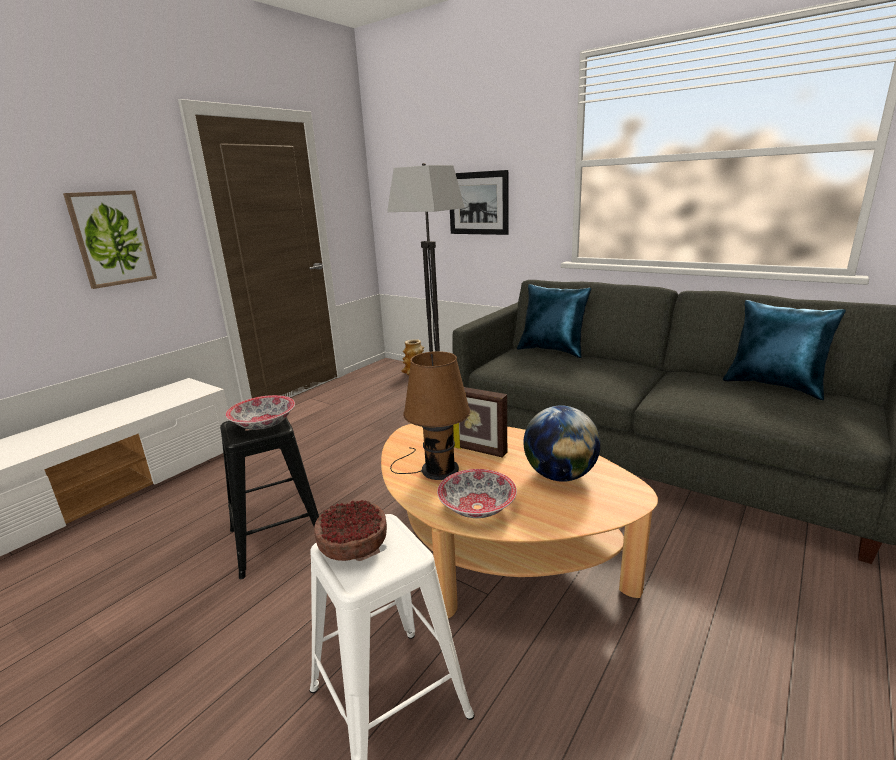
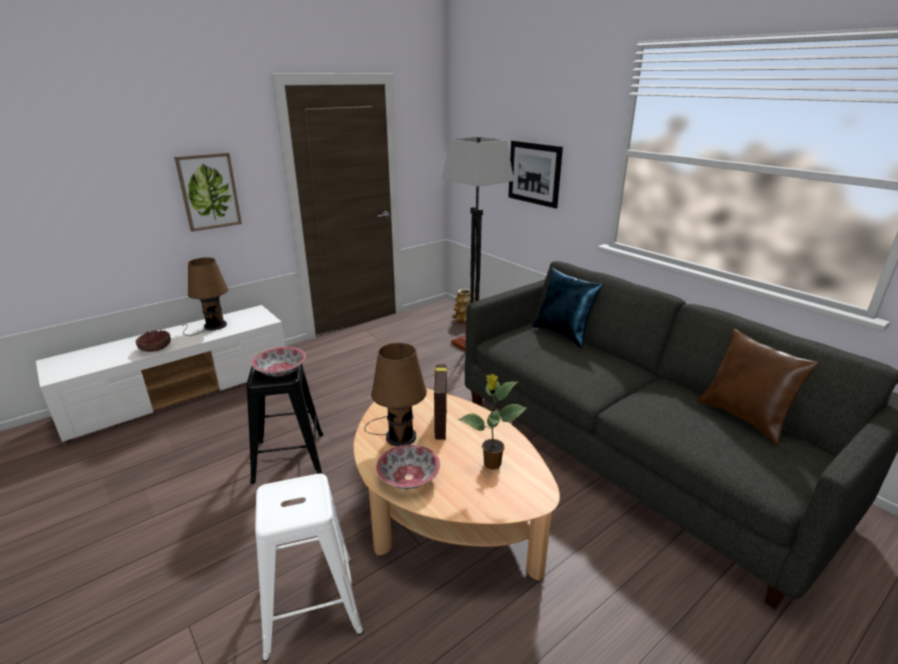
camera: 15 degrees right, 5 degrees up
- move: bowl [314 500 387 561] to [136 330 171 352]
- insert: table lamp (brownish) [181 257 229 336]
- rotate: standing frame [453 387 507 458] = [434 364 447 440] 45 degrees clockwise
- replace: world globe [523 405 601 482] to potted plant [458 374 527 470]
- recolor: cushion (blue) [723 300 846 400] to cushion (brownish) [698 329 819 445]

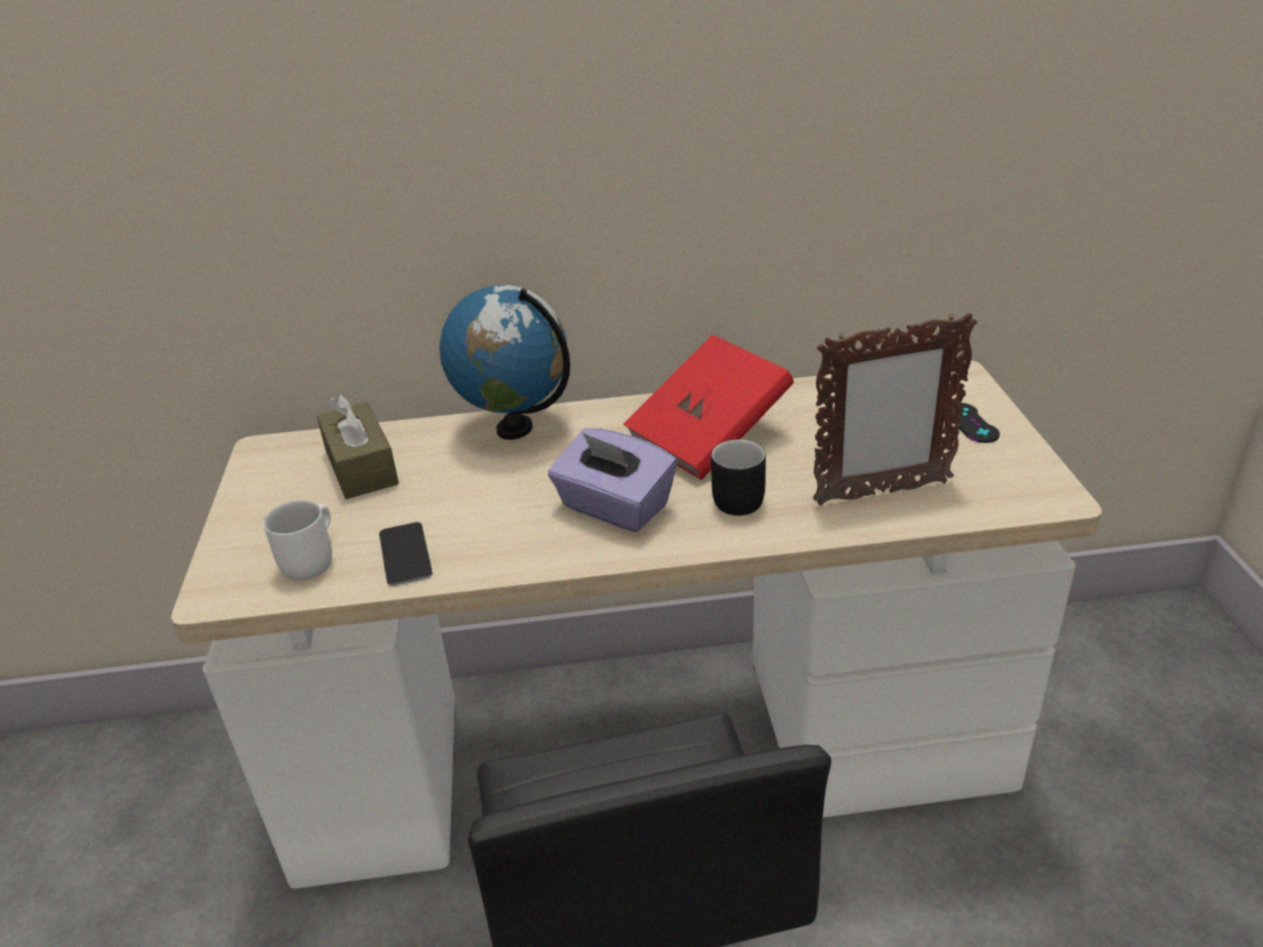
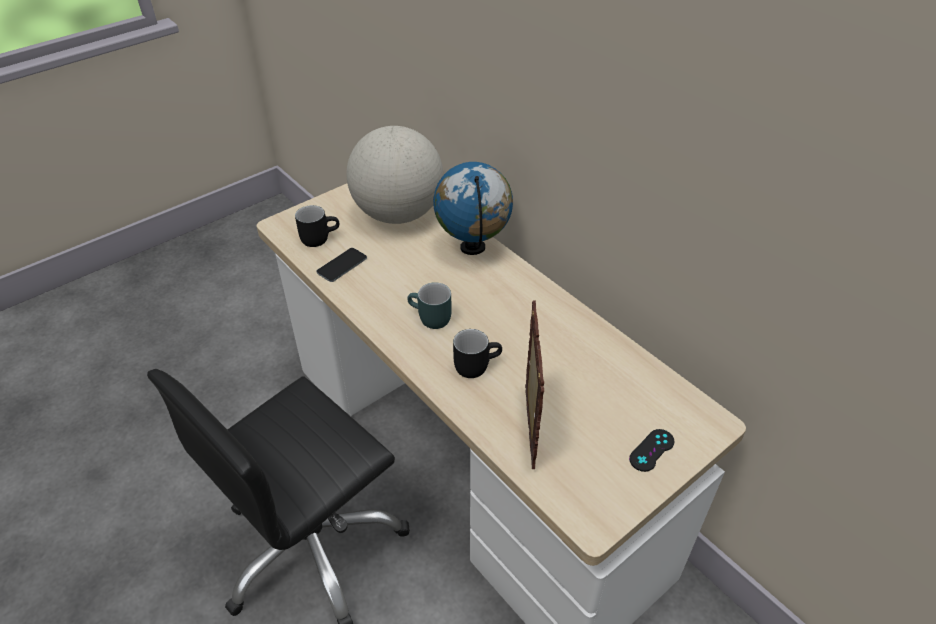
camera: 55 degrees right, 10 degrees up
- recolor: coffee mug (white-coloured) [263 500 332 580] to coffee mug (black) [295 205 339 247]
- replace: tissue holder (brownish) [317 394 399 499] to world globe [346 126 443 224]
- replace: tissue holder (purple-coloured) [548 428 677 532] to coffee mug (blue-green) [407 282 452 329]
- rotate: standing frame [813 313 977 505] = [525 301 544 469] 135 degrees counterclockwise
- delete: volume (reddish) [623 334 794 480]

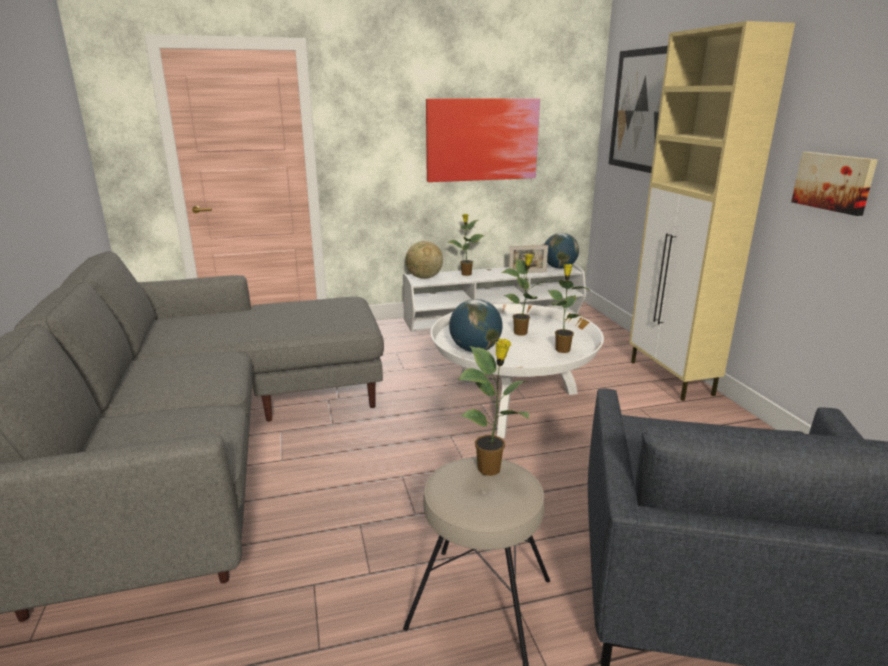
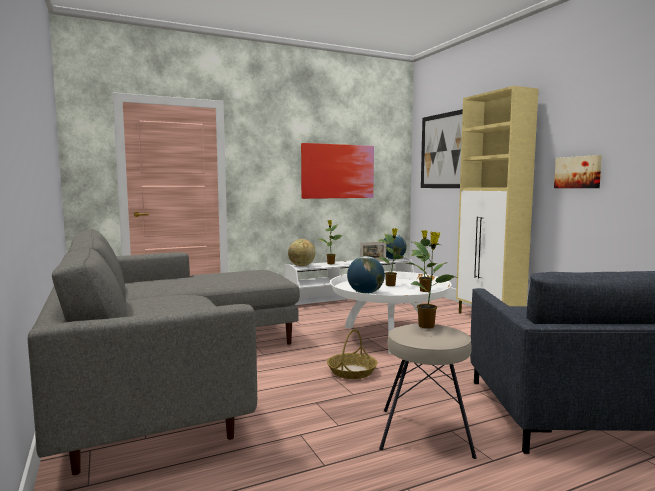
camera: 10 degrees left, 15 degrees down
- insert: household basket [327 329 378 379]

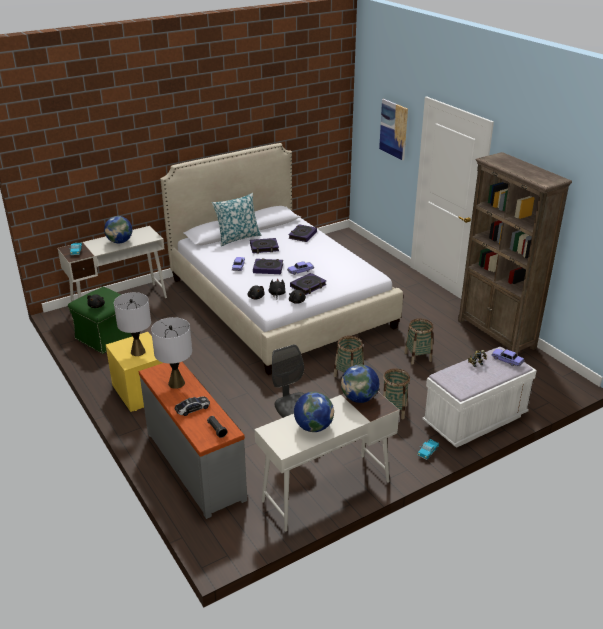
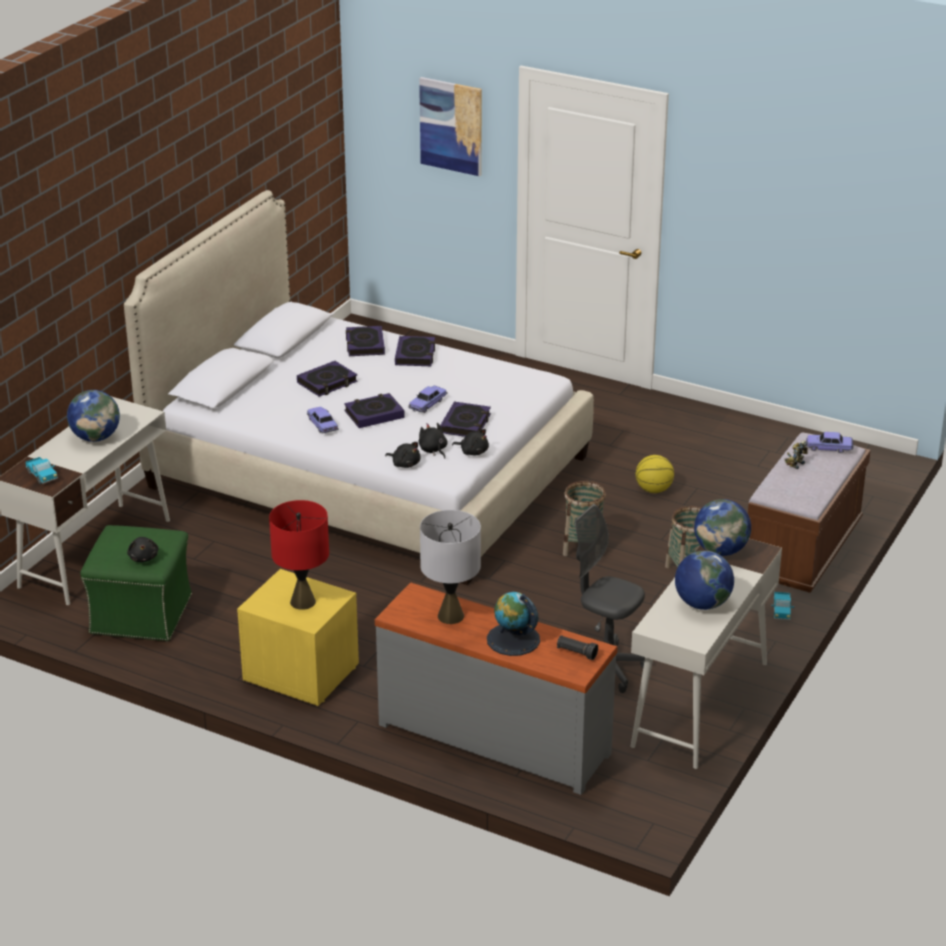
camera: 30 degrees left, 0 degrees up
- recolor: table lamp (grey) [114 292 151 356] to table lamp (reddish) [269 500 329 610]
- insert: volume [395 336 435 366]
- replace: model car [175 396 210 416] to world globe [487 592 540 656]
- replace: household basket [404 318 433 365] to ball for basketball [636 455 674 493]
- recolor: long seat (white-coloured) [423 347 537 448] to long seat (brownish) [748 433 871 593]
- delete: cushion [212 193 261 246]
- delete: shelving unit (brownish) [458 152 572 355]

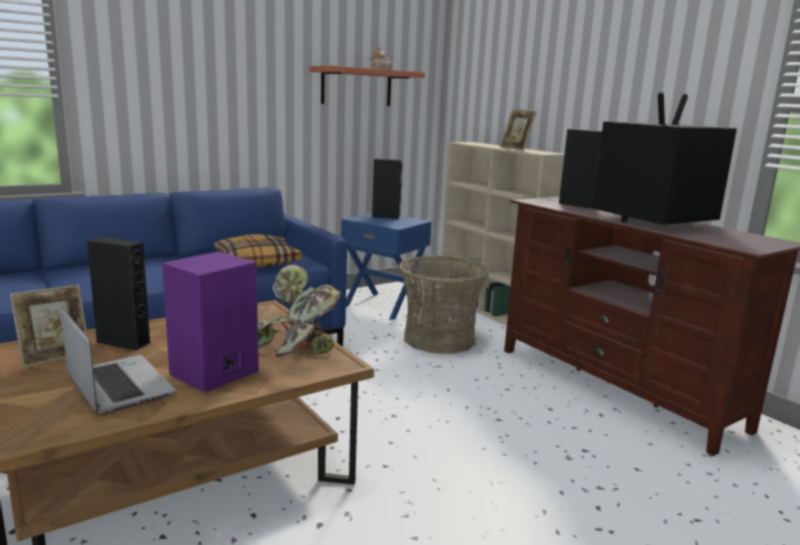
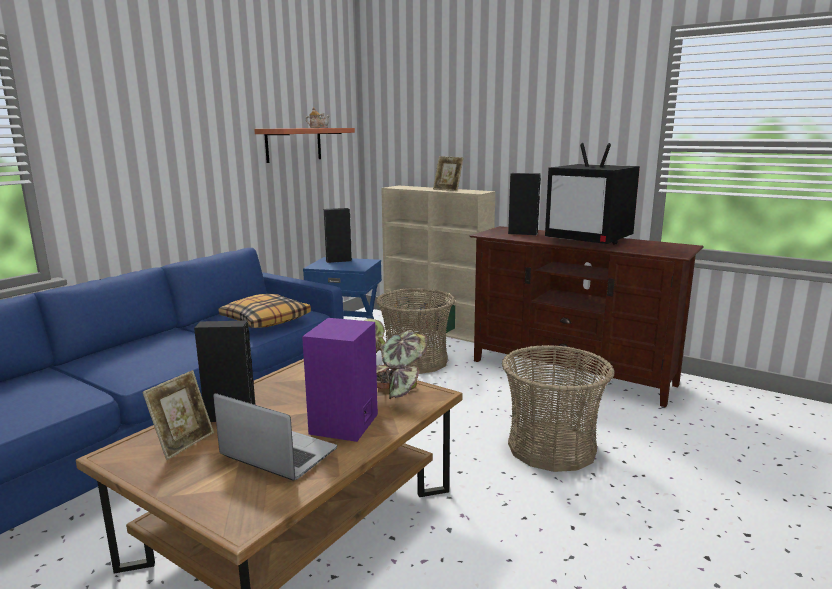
camera: 20 degrees left, 0 degrees up
- insert: household basket [502 345 615 472]
- rotate: TV set [592 92 737 225] = [545 143 640 245] 90 degrees counterclockwise

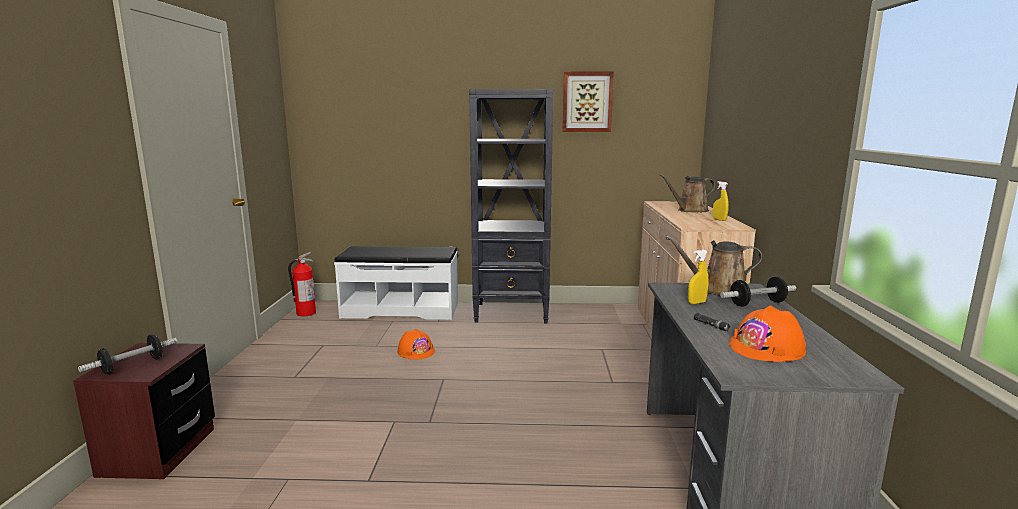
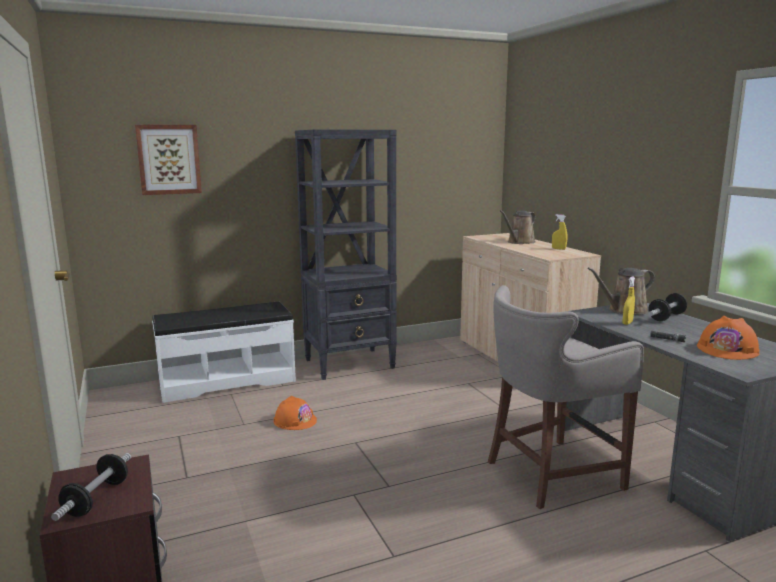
camera: 25 degrees left, 0 degrees up
- move: wall art [562 71 614 132] to [135 124 202 195]
- insert: stool seat (grey) [488 285 644 509]
- delete: fire extinguisher [288 252 316 316]

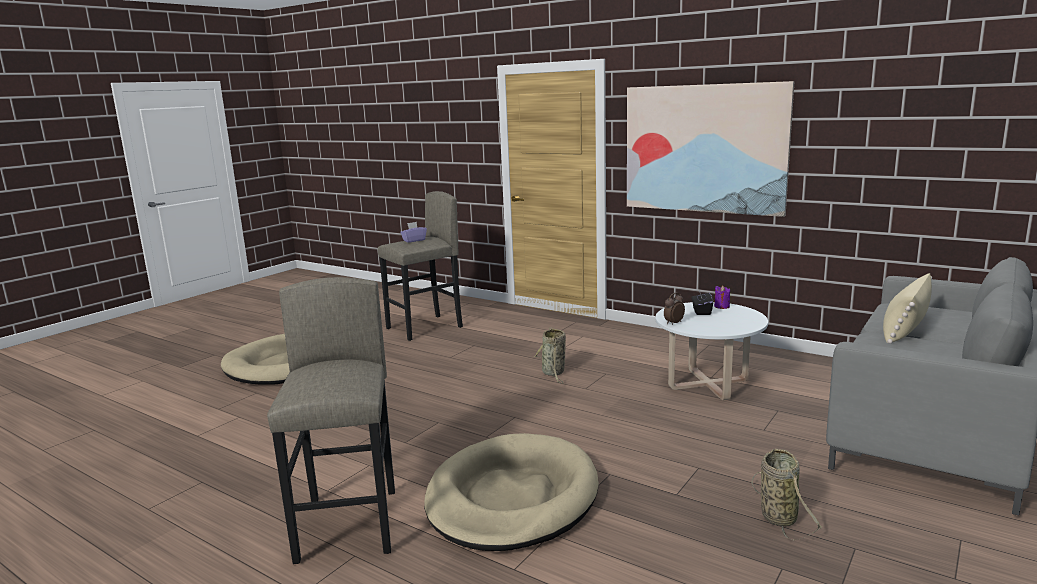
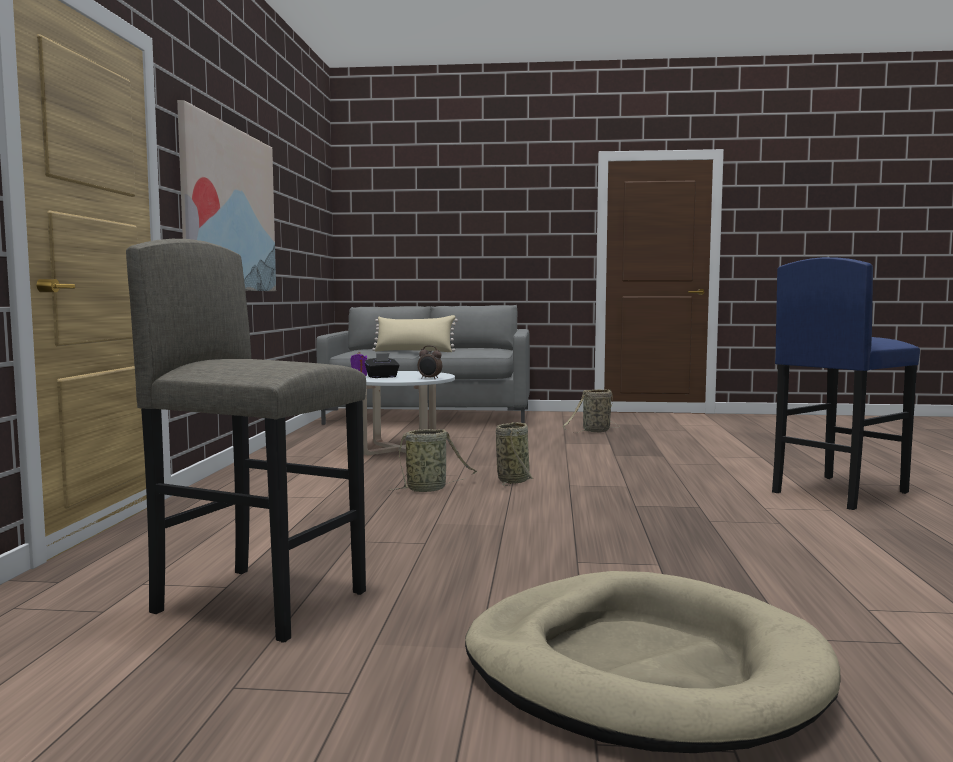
camera: 120 degrees left, 10 degrees down
- insert: household basket [496 422 533 486]
- recolor: stool seat (grey) [267 277 395 564] to stool seat (blue) [772 257 920 510]
- delete: tissue holder (purple-coloured) [400 222 427 243]
- delete: dog bed (beige-coloured) [424 433 599 551]

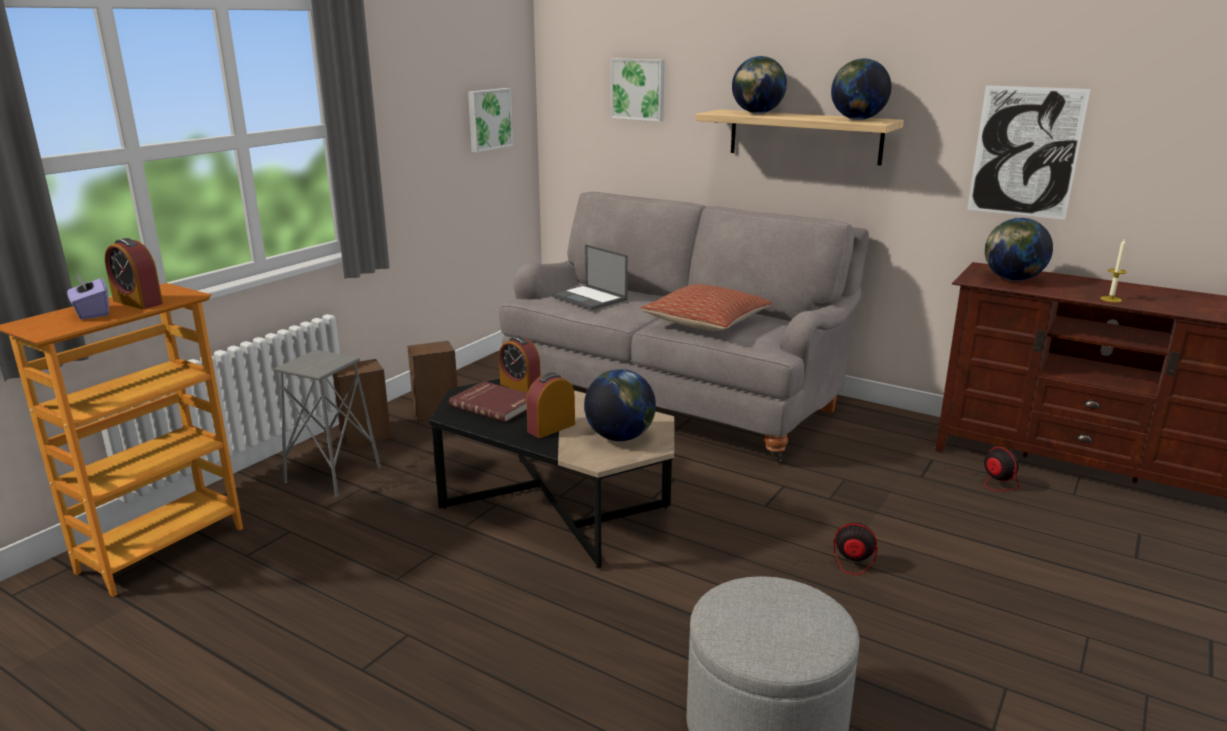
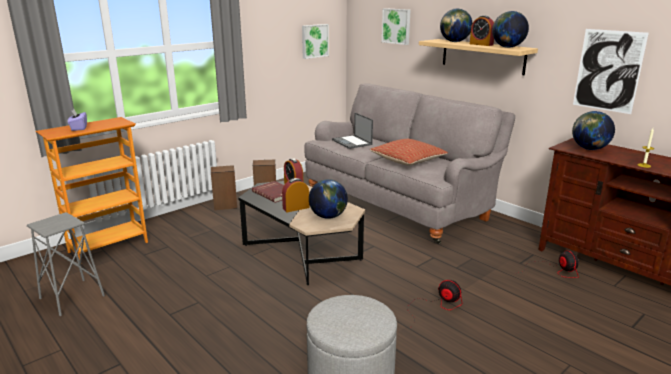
camera: 15 degrees right, 0 degrees up
- move: stool seat (grey) [275 350 381 498] to [27 212 105 316]
- move: alarm clock [105 238 163 309] to [470 16 494 46]

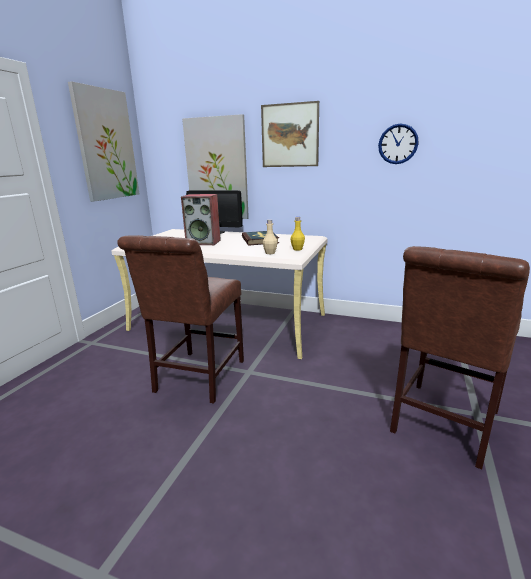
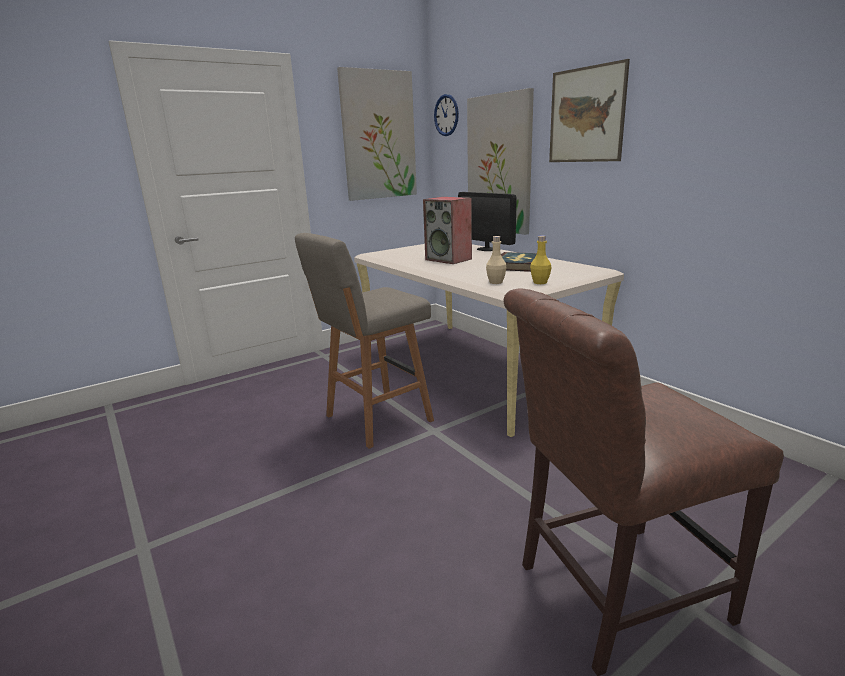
camera: 35 degrees right, 0 degrees up
- replace: chair (brownish) [117 235 244 403] to stool seat (grey) [295 233 434 449]
- move: clock on the wall [378 124 419 164] to [434 94 459 136]

